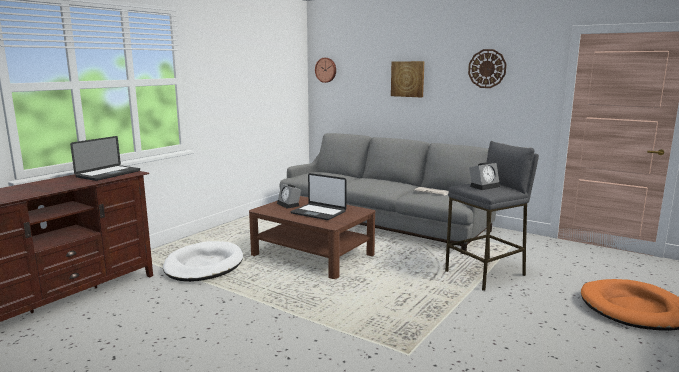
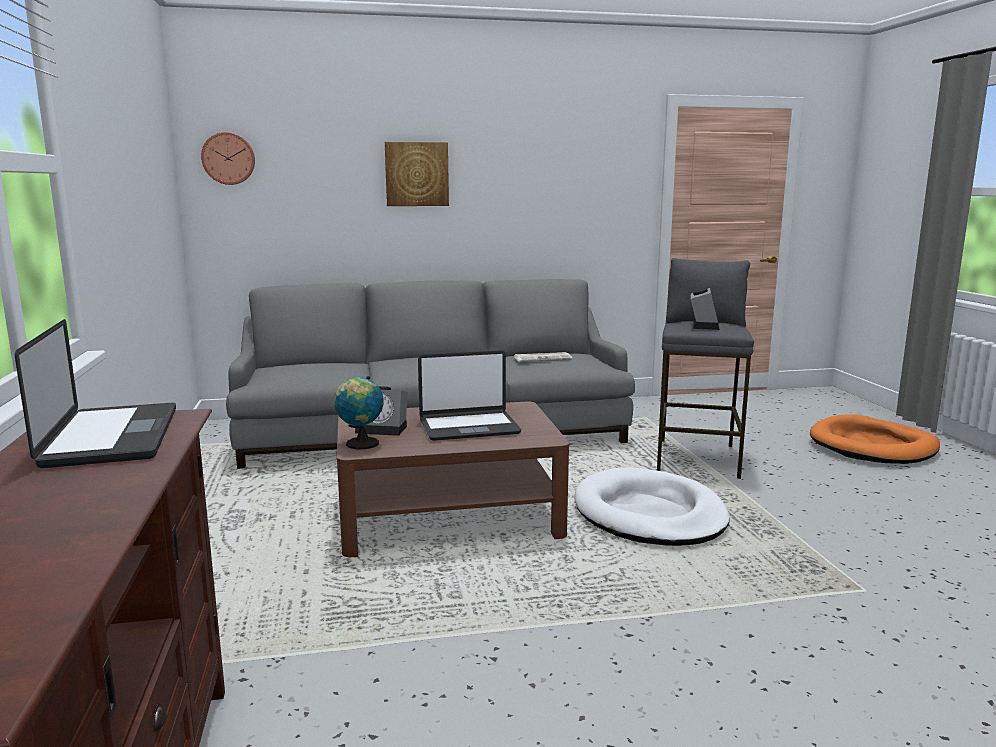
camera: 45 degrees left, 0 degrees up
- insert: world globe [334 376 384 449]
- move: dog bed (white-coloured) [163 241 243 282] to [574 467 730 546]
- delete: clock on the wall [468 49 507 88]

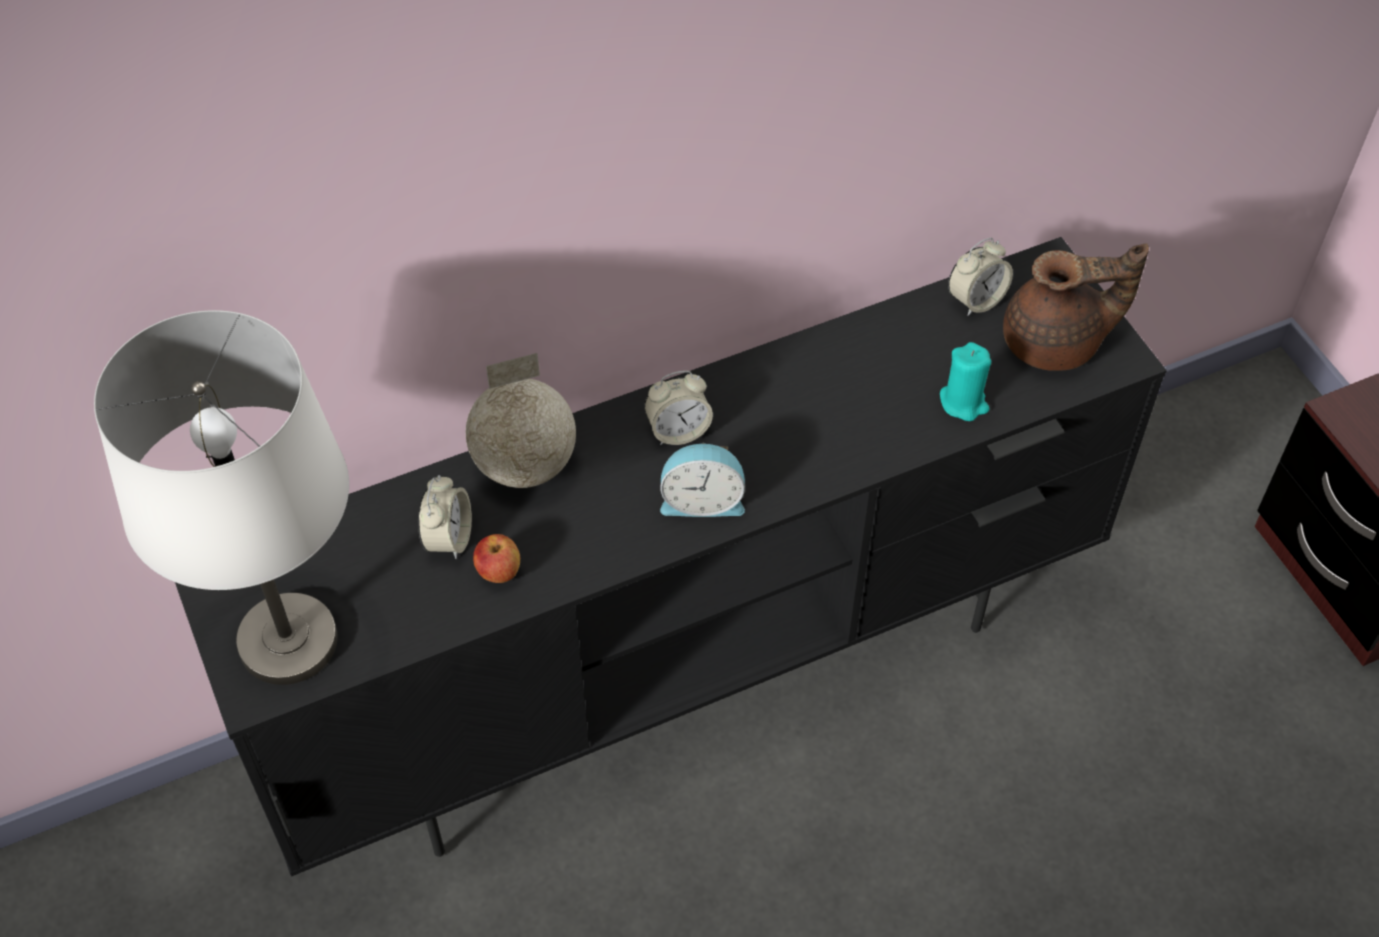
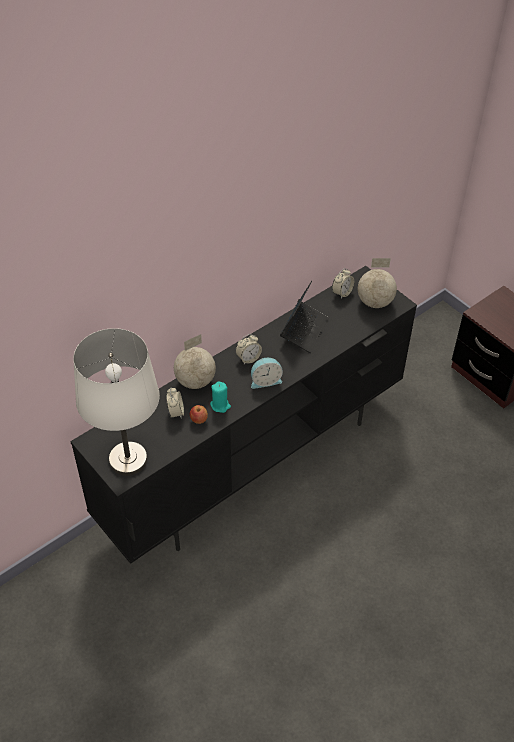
camera: 15 degrees left, 5 degrees down
- move: wax light (blue-green) [940 342 991 421] to [210 381 231 413]
- insert: laptop [280 281 328 353]
- replace: tea pot (brownish) [1003 243 1149 371] to world globe [358 258 397 308]

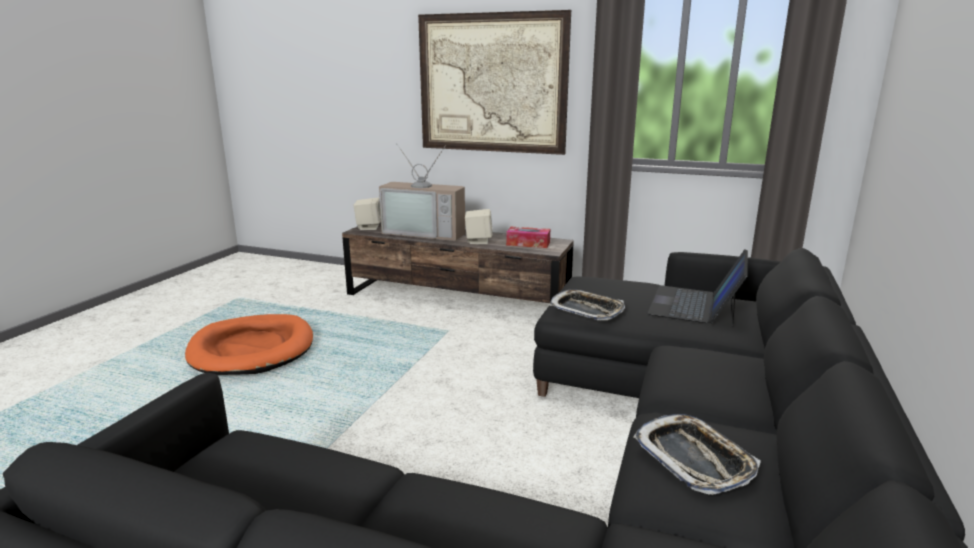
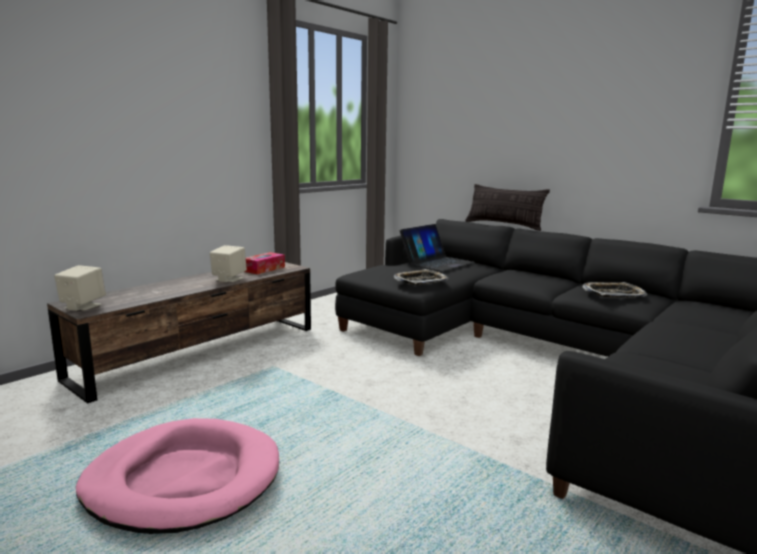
camera: 70 degrees left, 5 degrees down
- recolor: dog bed (orange) [185 314 313 375] to dog bed (pink-coloured) [76 418 279 534]
- rotate: laptop [647 249 748 327] = [400 224 475 272] 90 degrees counterclockwise
- insert: cushion [465 184 550 231]
- delete: TV set [379 143 465 241]
- delete: wall art [418 10 571 155]

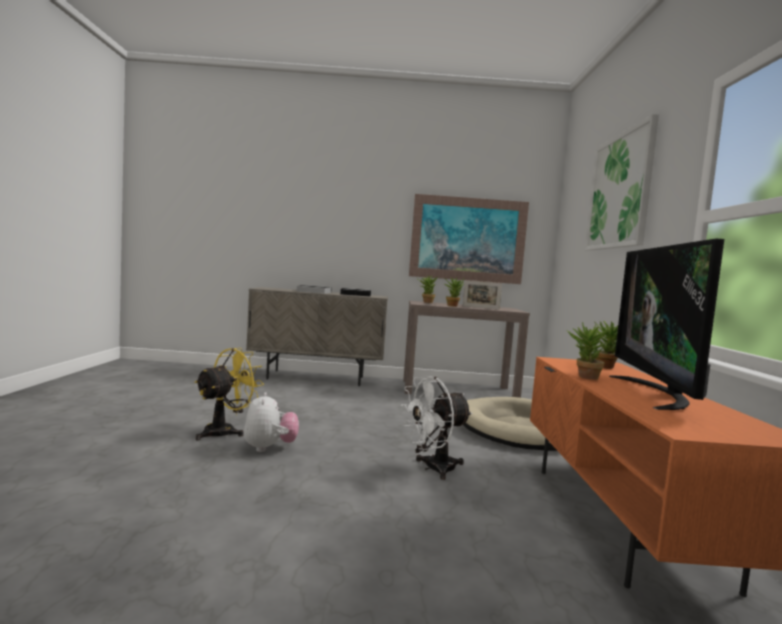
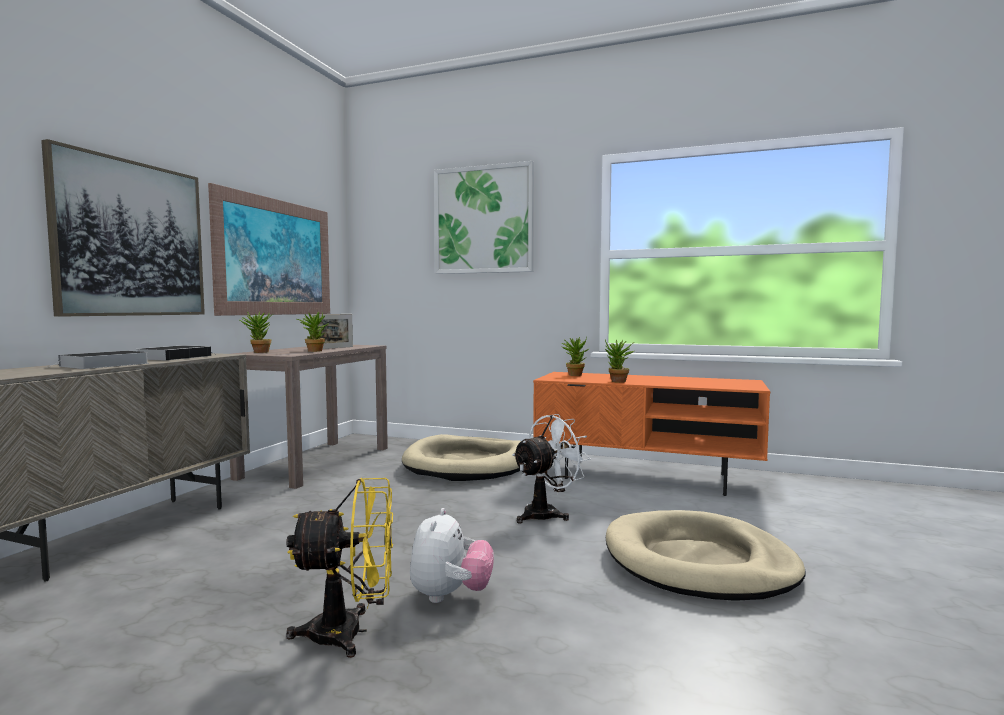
camera: 70 degrees left, 0 degrees up
- insert: wall art [41 139 205 317]
- rotate: cooling fan (yellow-coloured) [195 348 264 440] = [286 478 393 658] 120 degrees clockwise
- rotate: soft toy [244 392 299 452] = [410 508 494 603] 90 degrees clockwise
- rotate: cooling fan (white-coloured) [401 376 472 480] = [512 414 591 523] 120 degrees counterclockwise
- insert: dog bed (beige-coloured) [606 510 806 601]
- delete: TV set [609 239 724 410]

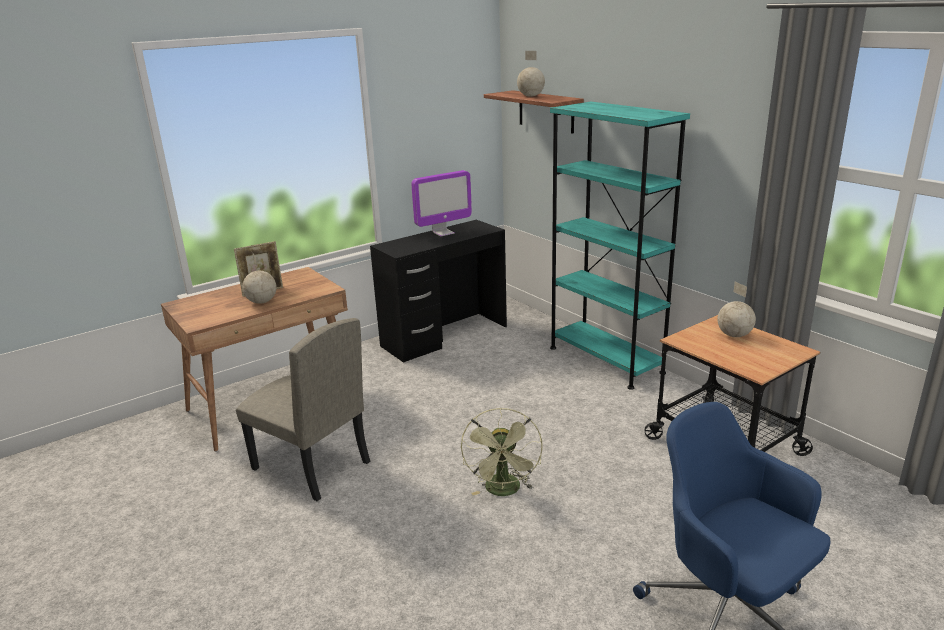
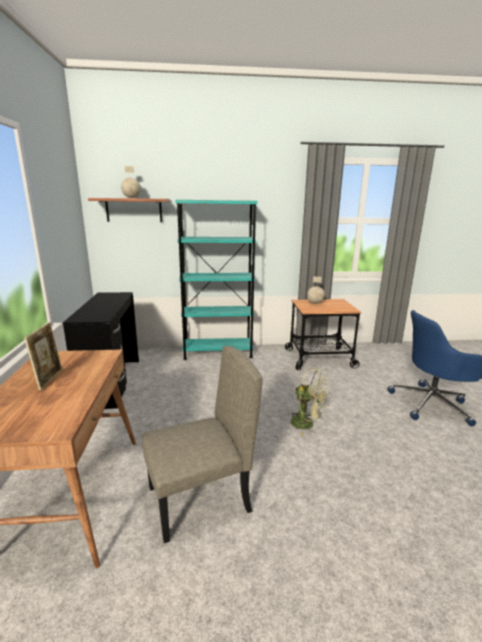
camera: 60 degrees left, 5 degrees down
- delete: world globe [242 252 277 304]
- delete: computer screen [411 170 472 236]

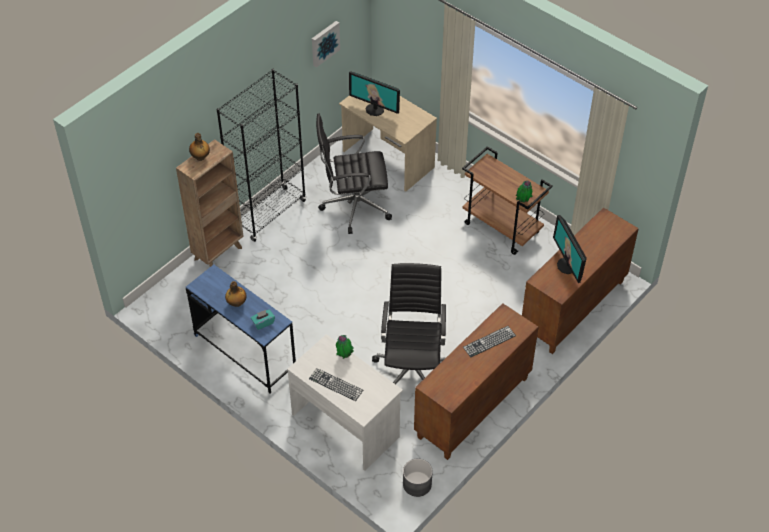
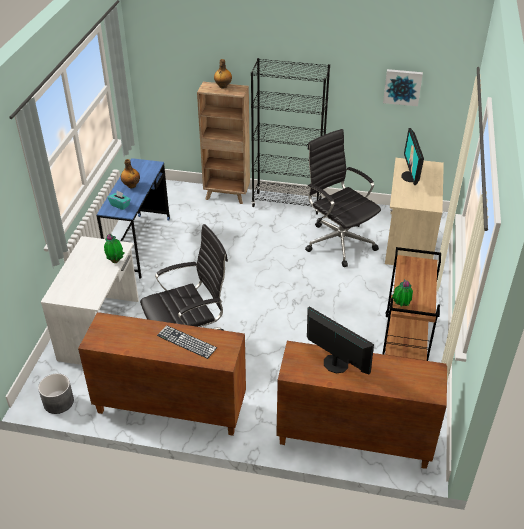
camera: 60 degrees right, 10 degrees down
- rotate: computer screen [553 215 587 283] = [307 306 374 374] 90 degrees clockwise
- delete: computer keyboard [309 368 363 401]

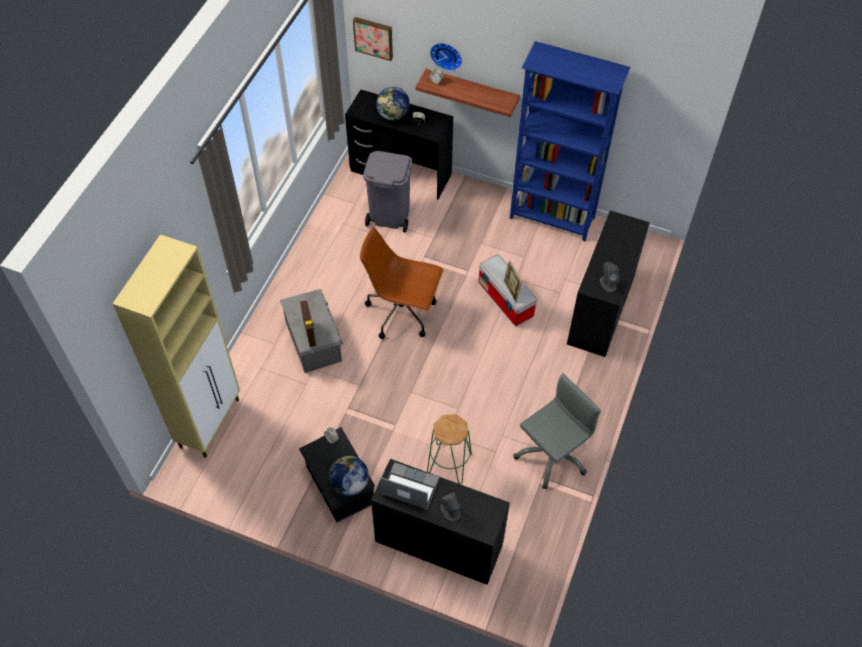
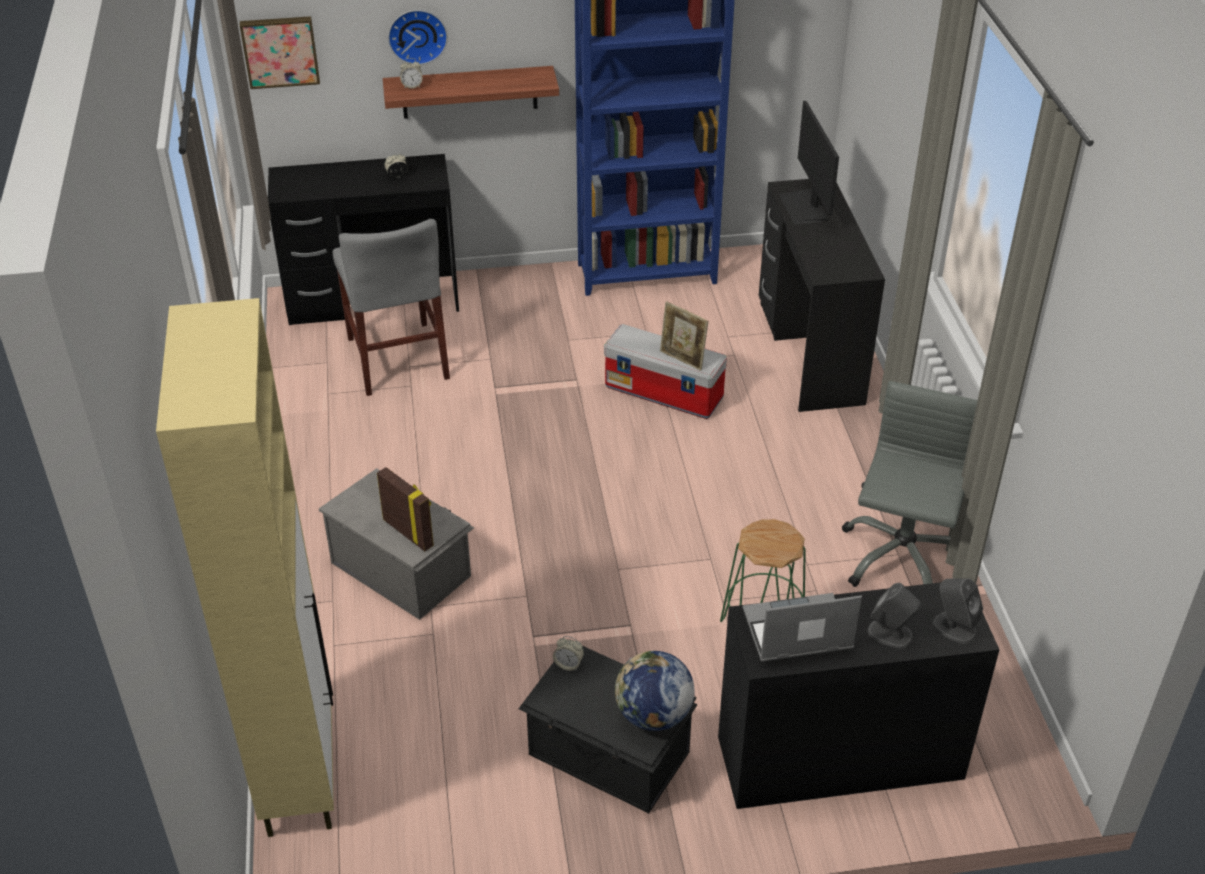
camera: 30 degrees left, 15 degrees down
- replace: rubbish bin (grey) [363 151 413 232] to chair (grey) [333 219 450 396]
- insert: computer screen [779 101 839 225]
- move: audio speaker (grey) [600 262 619 292] to [932 578 983 644]
- delete: office chair (brownish) [360 228 443 339]
- delete: world globe [376 86 410 121]

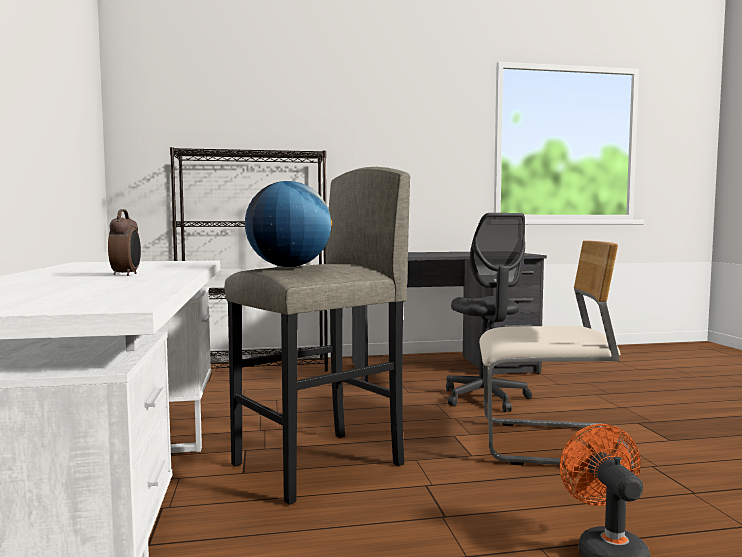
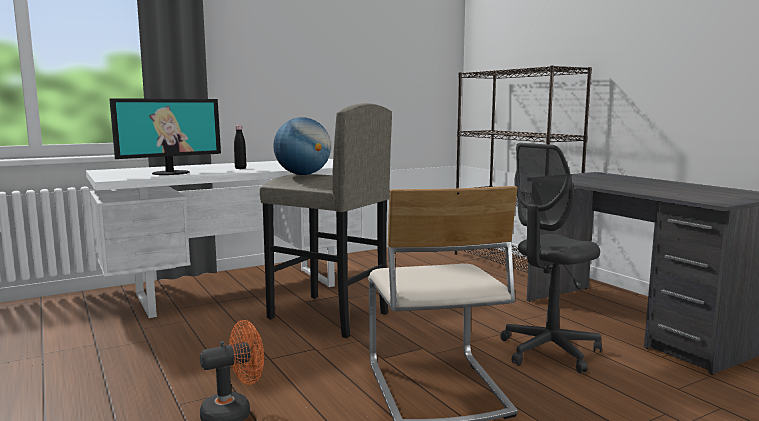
camera: 70 degrees right, 5 degrees up
- insert: computer screen [109 98 221 175]
- replace: alarm clock [108 209 141 276] to bottle (black) [234 126 246 169]

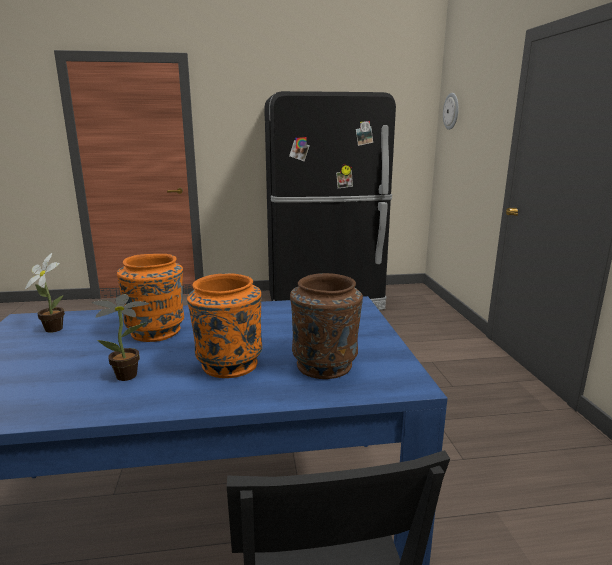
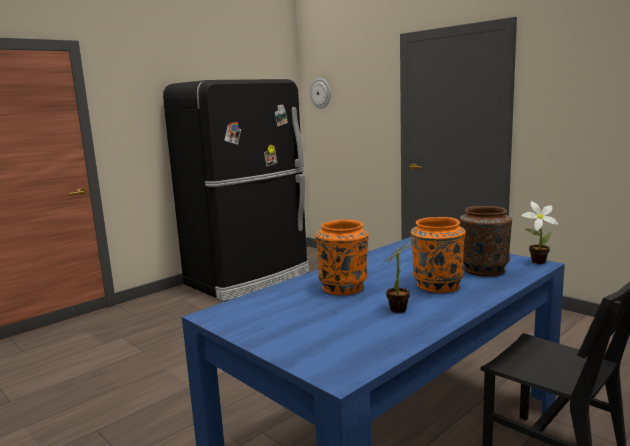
camera: 35 degrees left, 5 degrees down
- move: potted plant [25 253 65 333] to [521 201 558 264]

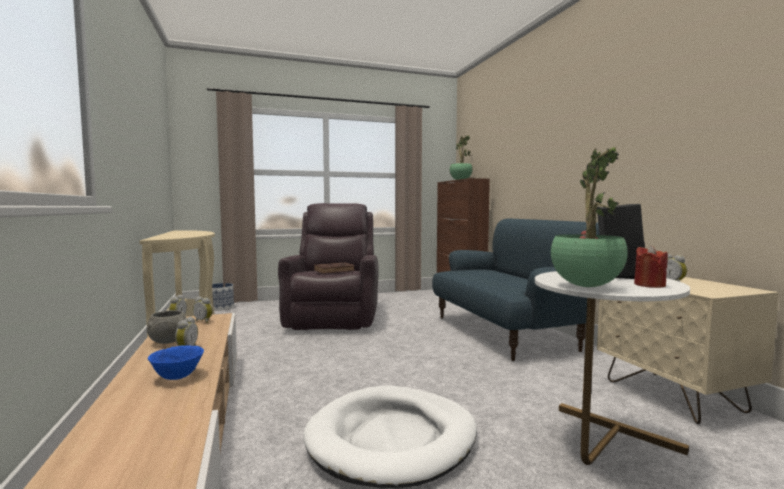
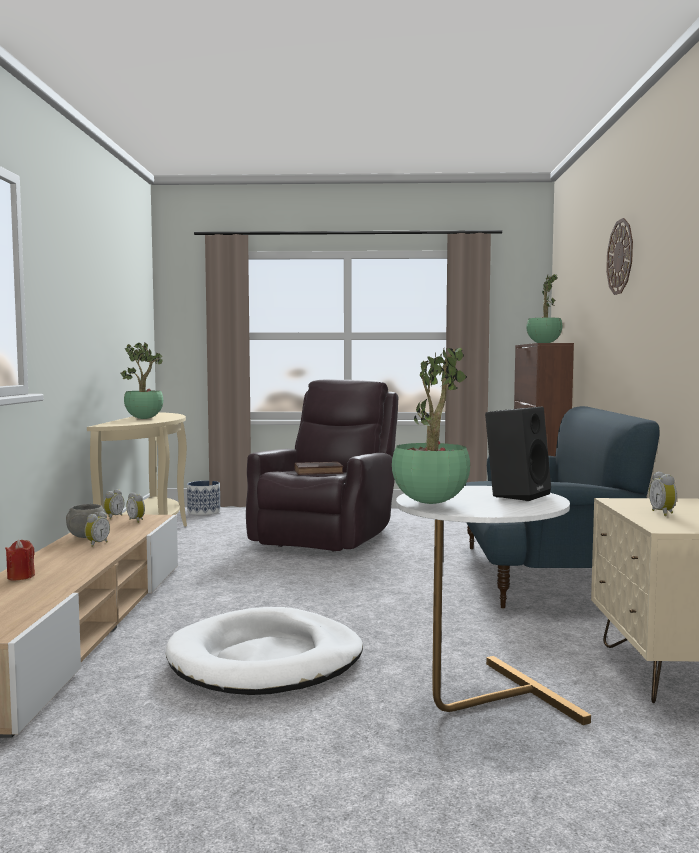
camera: 20 degrees right, 0 degrees up
- move: wax light (reddish) [634 245 668 288] to [5 540 35 580]
- insert: potted plant [120 342 163 419]
- insert: clock on the wall [606 218 633 295]
- delete: bowl (blue) [148 345 204 380]

